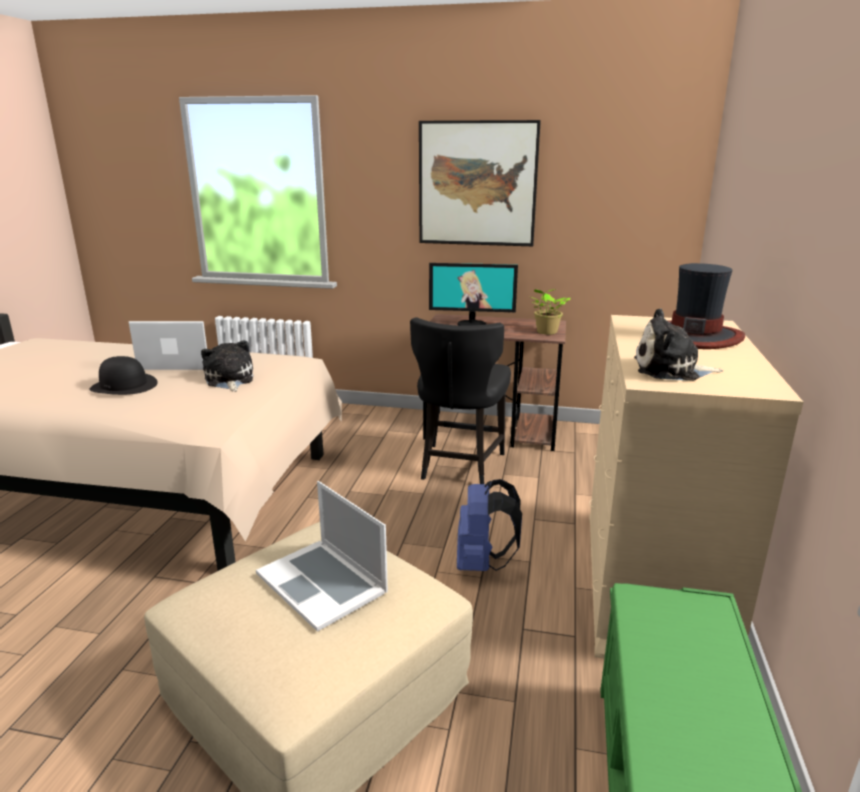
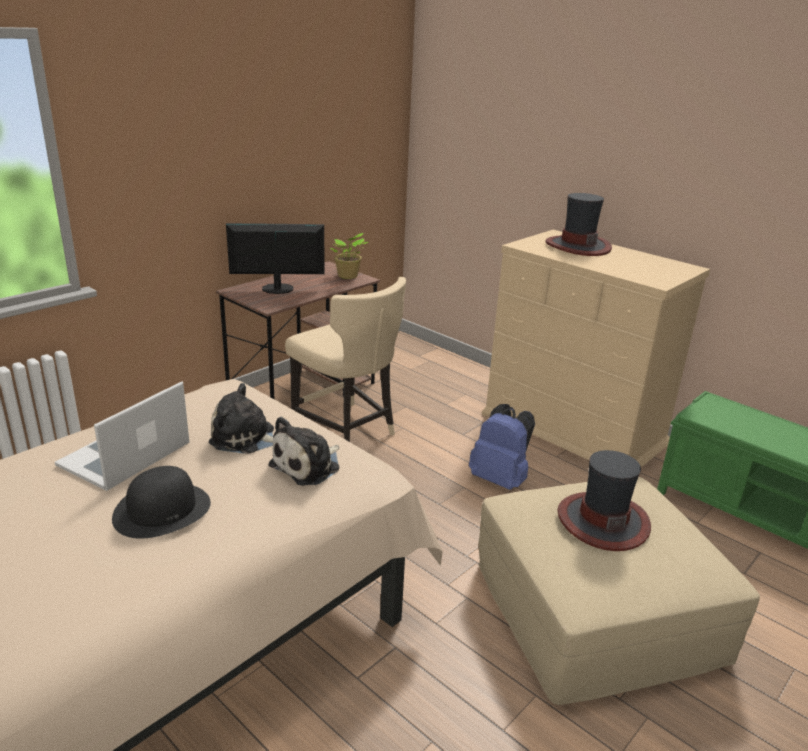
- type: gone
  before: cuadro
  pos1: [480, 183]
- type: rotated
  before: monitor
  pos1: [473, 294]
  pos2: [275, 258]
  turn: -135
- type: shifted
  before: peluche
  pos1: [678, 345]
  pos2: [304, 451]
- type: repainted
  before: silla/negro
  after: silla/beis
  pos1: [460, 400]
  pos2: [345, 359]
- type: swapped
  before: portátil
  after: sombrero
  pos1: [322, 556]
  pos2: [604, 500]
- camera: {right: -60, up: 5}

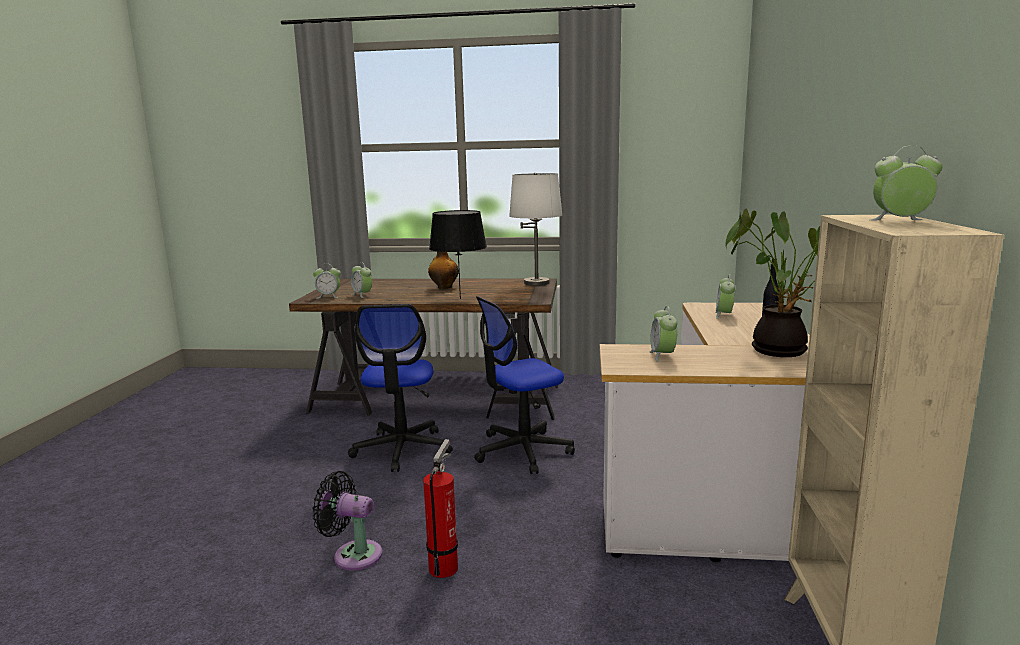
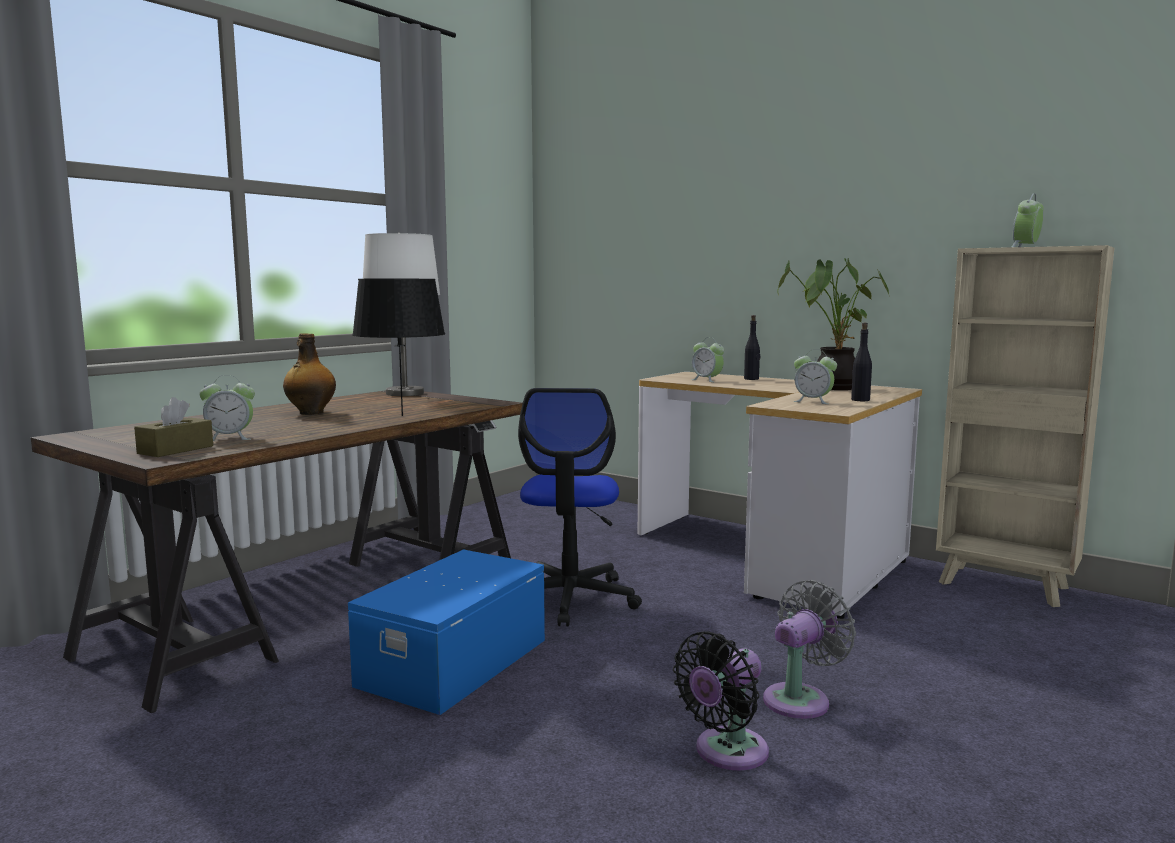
- type: swapped
  before: despertador
  after: caja de pañuelos/marrón
  pos1: [326, 283]
  pos2: [173, 427]
- type: swapped
  before: silla de oficina
  after: caja de almacenaje/azul
  pos1: [400, 388]
  pos2: [446, 632]
- type: swapped
  before: extintor
  after: ventilador/gris
  pos1: [440, 508]
  pos2: [809, 649]
- type: new
  after: botella/negro
  pos2: [861, 362]
- camera: {right: -60, up: -5}

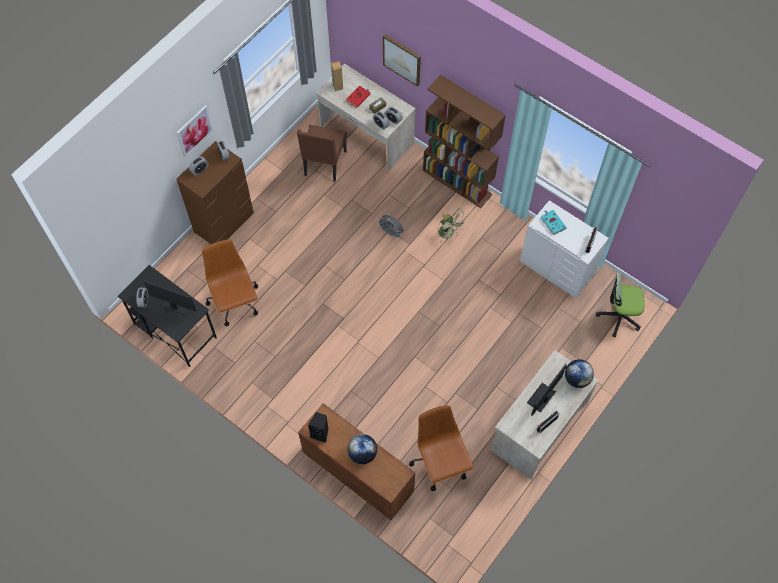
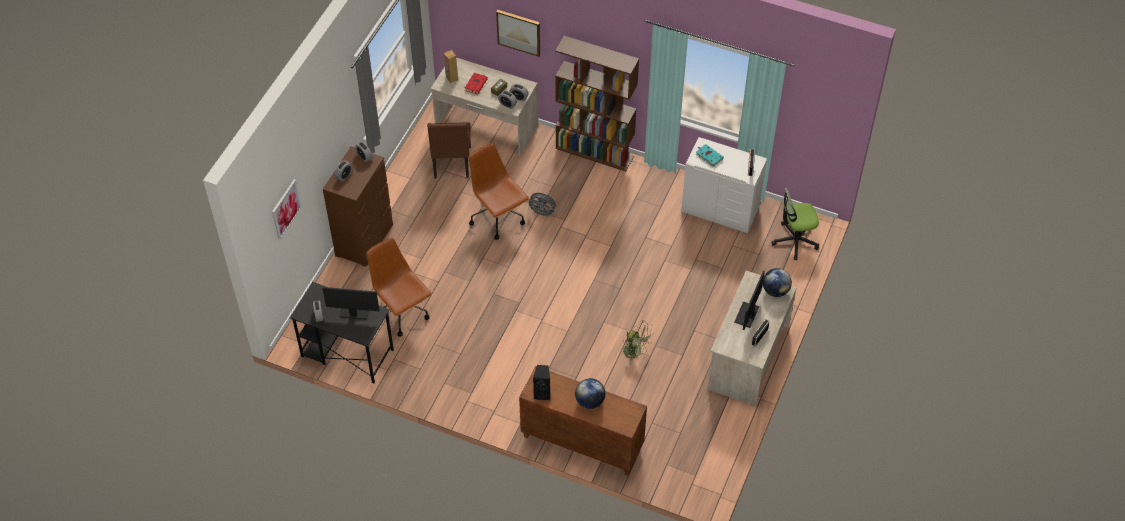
- type: shifted
  before: cuadro
  pos1: [195, 131]
  pos2: [287, 209]
- type: shifted
  before: ventilador/verde
  pos1: [452, 225]
  pos2: [638, 342]
- type: shifted
  before: silla de oficina/marrón
  pos1: [441, 448]
  pos2: [499, 191]
- camera: {right: -15, up: -10}

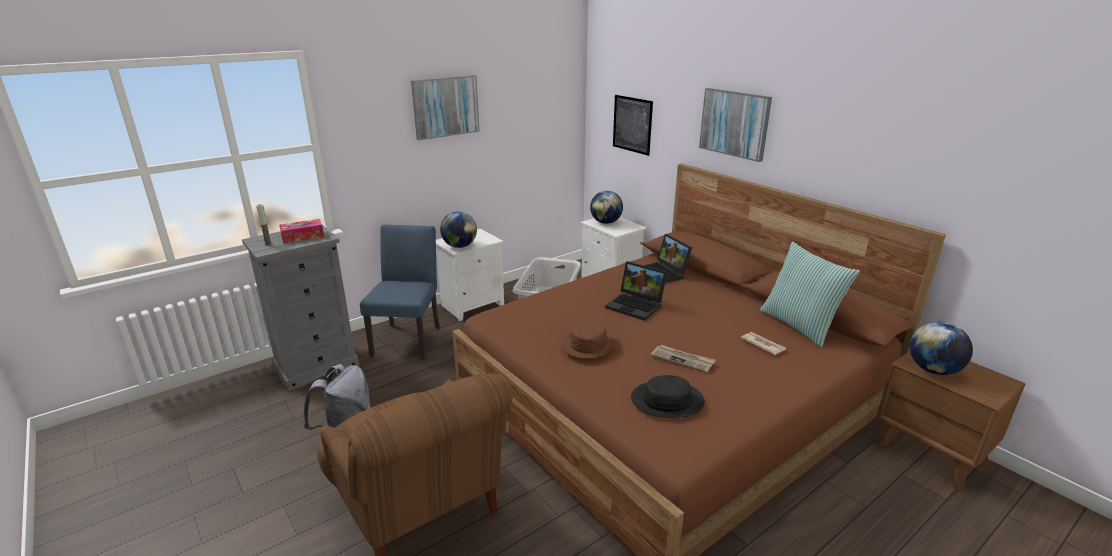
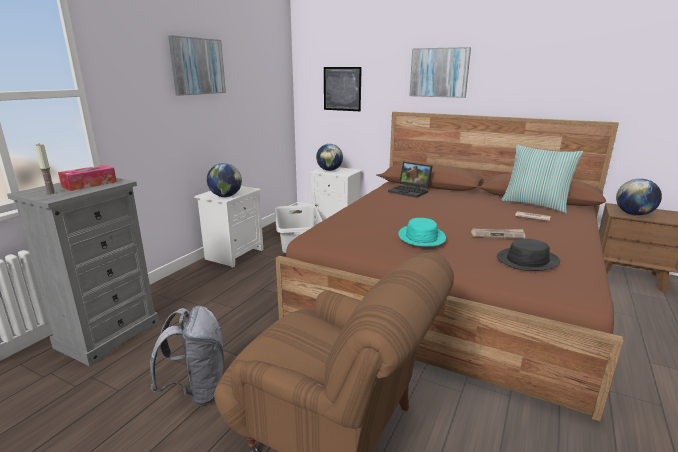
- type: gone
  before: silla/azul
  pos1: [400, 292]
- type: gone
  before: portátil
  pos1: [636, 291]
- type: repainted
  before: sombrero/marrón
  after: sombrero/turquesa
  pos1: [589, 340]
  pos2: [422, 232]
- camera: {right: -25, up: -5}

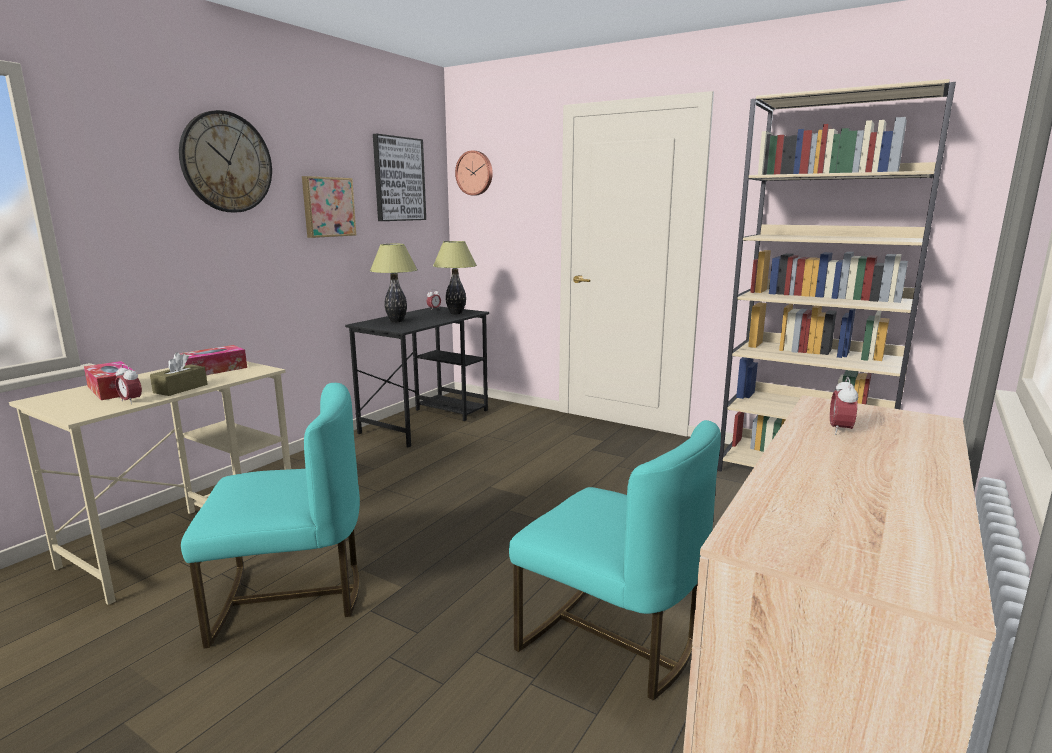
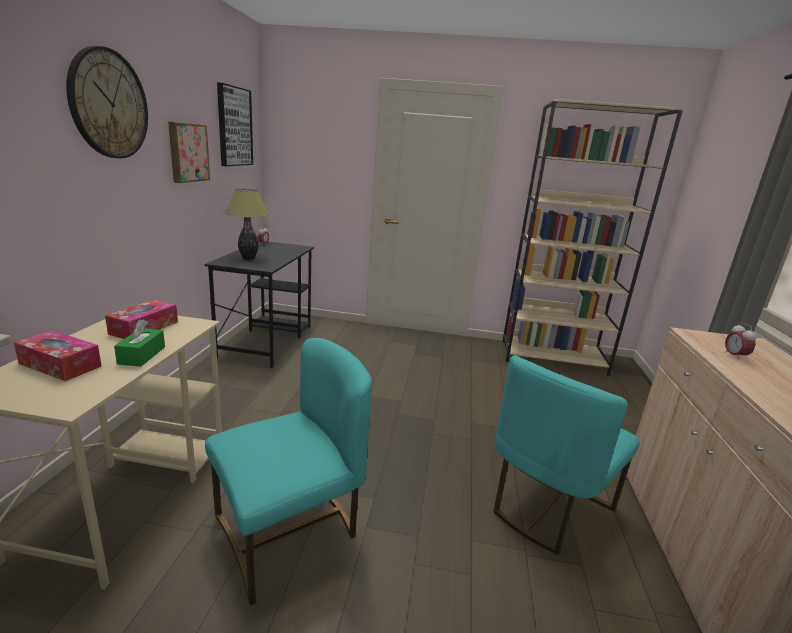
- type: gone
  before: reloj de pared
  pos1: [474, 172]
- type: gone
  before: lámpara de mesa
  pos1: [455, 277]
- type: repainted
  before: caja de pañuelos/marrón
  after: caja de pañuelos/verde
  pos1: [178, 374]
  pos2: [139, 343]
- type: gone
  before: despertador
  pos1: [128, 384]
- type: rotated
  before: silla/turquesa
  pos1: [615, 560]
  pos2: [566, 455]
  turn: 120
- camera: {right: -25, up: 5}

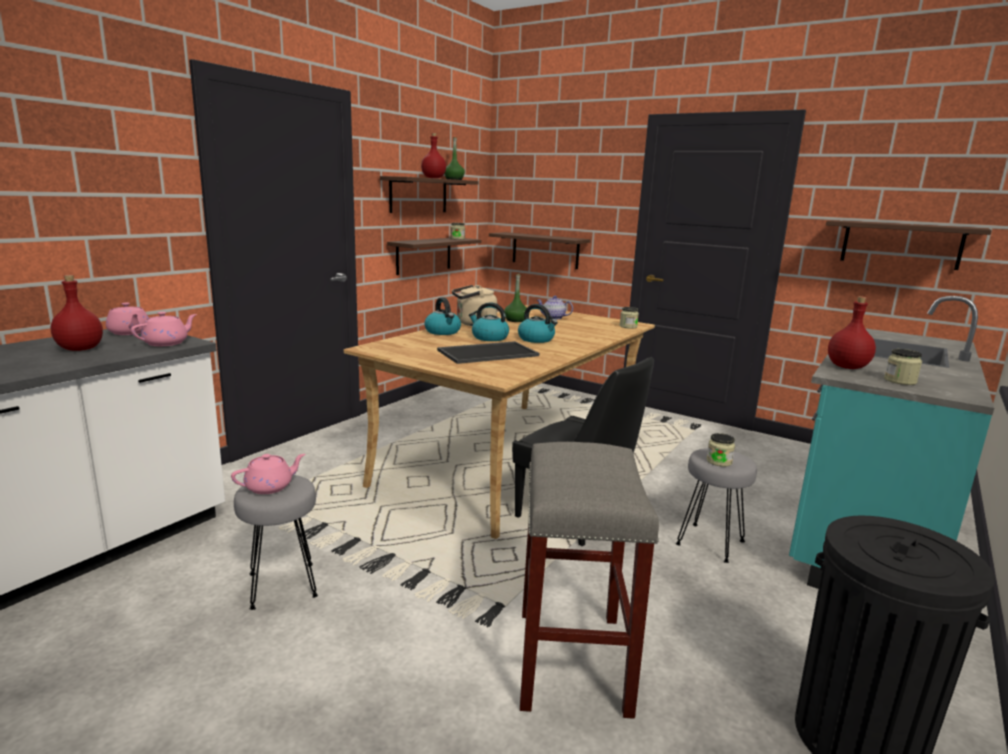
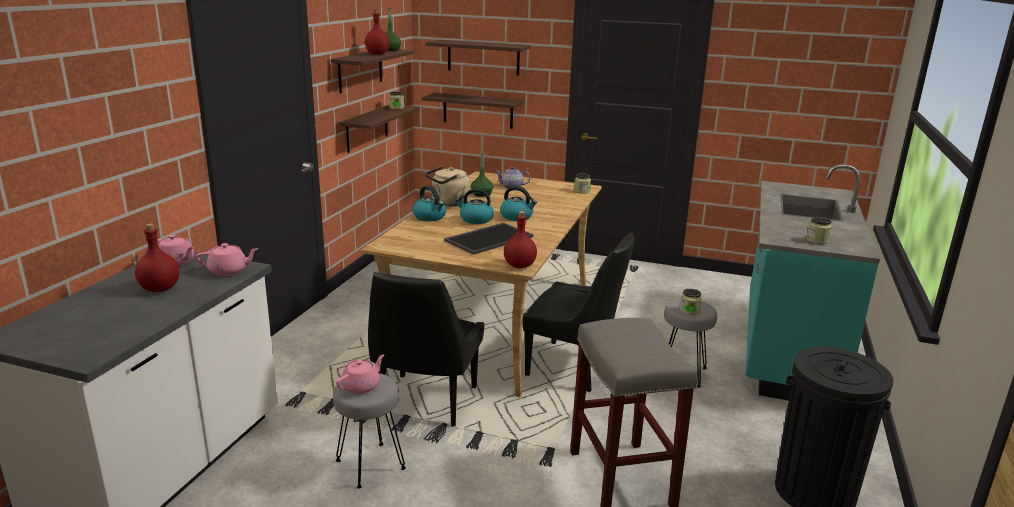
- type: shifted
  before: estante
  pos1: [909, 245]
  pos2: [478, 58]
- type: shifted
  before: botella/rojo
  pos1: [852, 332]
  pos2: [520, 239]
- type: rotated
  before: tetera/rosa
  pos1: [164, 329]
  pos2: [227, 259]
  turn: 60
- type: new
  after: silla/negro
  pos2: [426, 349]
- camera: {right: -15, up: 5}

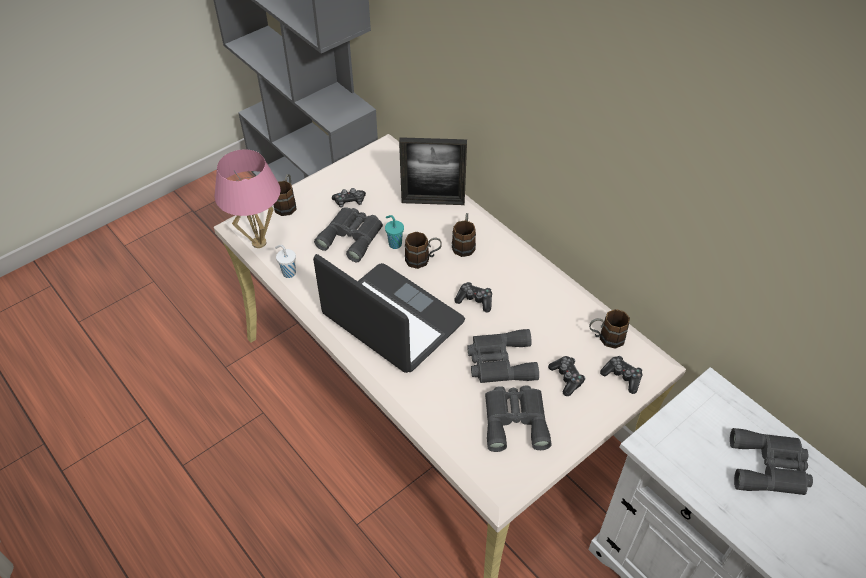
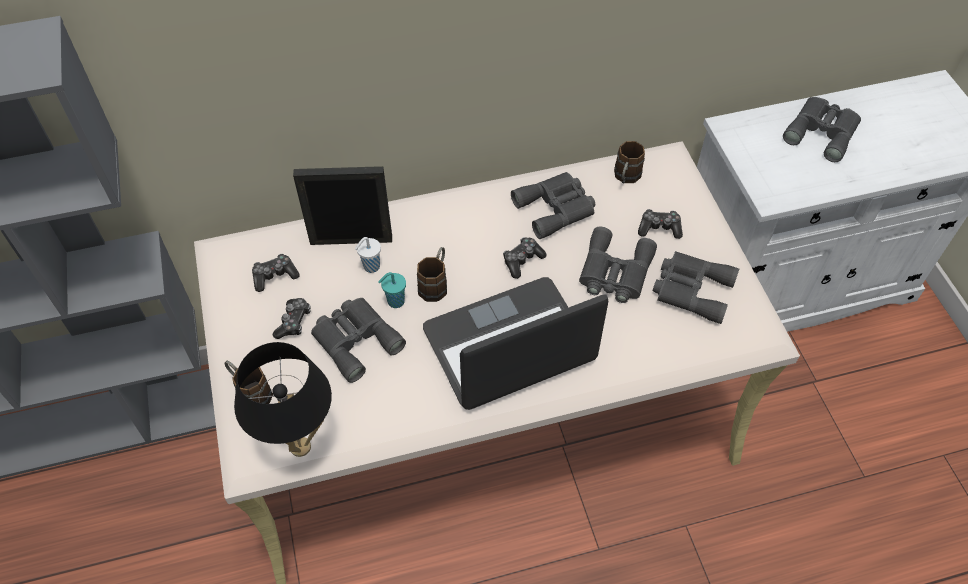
- type: rotated
  before: portarretratos
  pos1: [433, 171]
  pos2: [342, 205]
  turn: -120
- type: repainted
  before: lámpara de mesa/rosa
  after: lámpara de mesa/negro
  pos1: [248, 198]
  pos2: [283, 399]
- type: gone
  before: taza grande/marrón
  pos1: [464, 235]
- type: shifted
  before: taza/blanco
  pos1: [285, 261]
  pos2: [368, 255]
- type: shifted
  before: mando de consola
  pos1: [621, 375]
  pos2: [276, 273]
- type: new
  after: prismáticos/gris
  pos2: [553, 205]
- camera: {right: -65, up: 5}

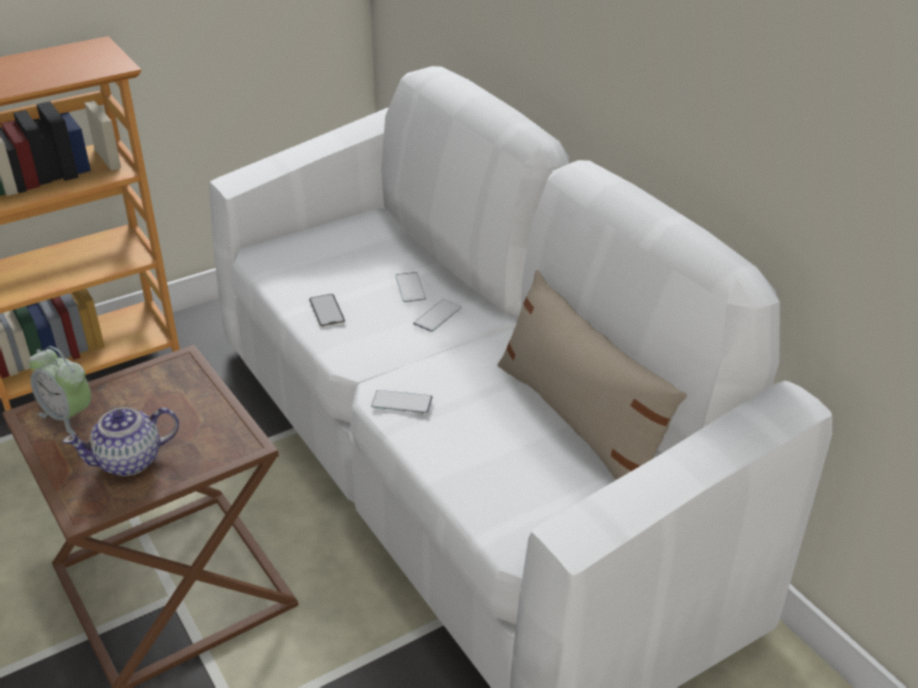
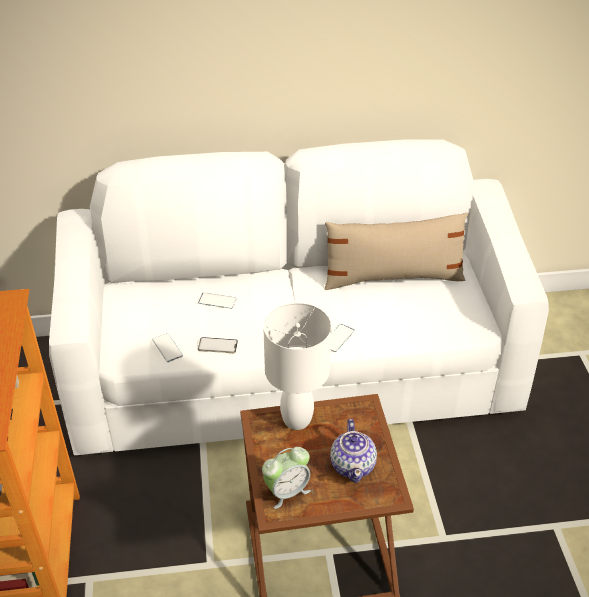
- type: shifted
  before: móvil
  pos1: [437, 315]
  pos2: [167, 347]
- type: new
  after: lámpara de mesa/blanco
  pos2: [297, 366]
- camera: {right: -65, up: 5}

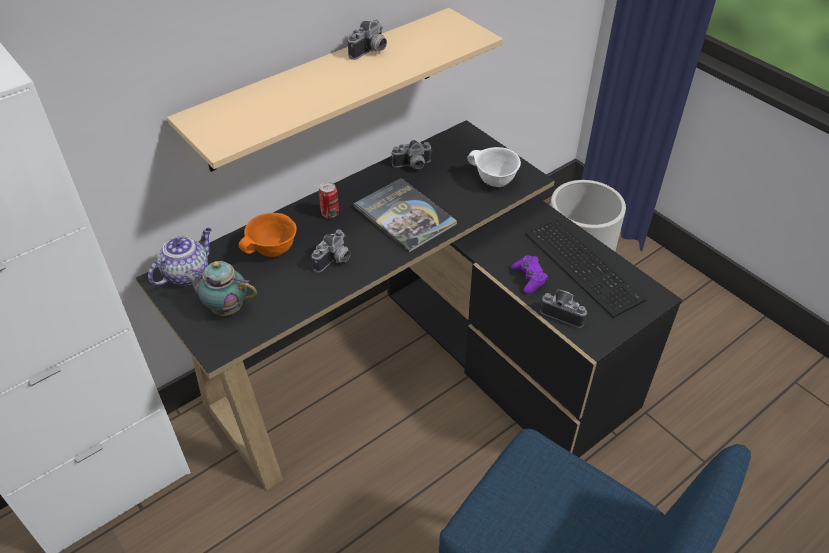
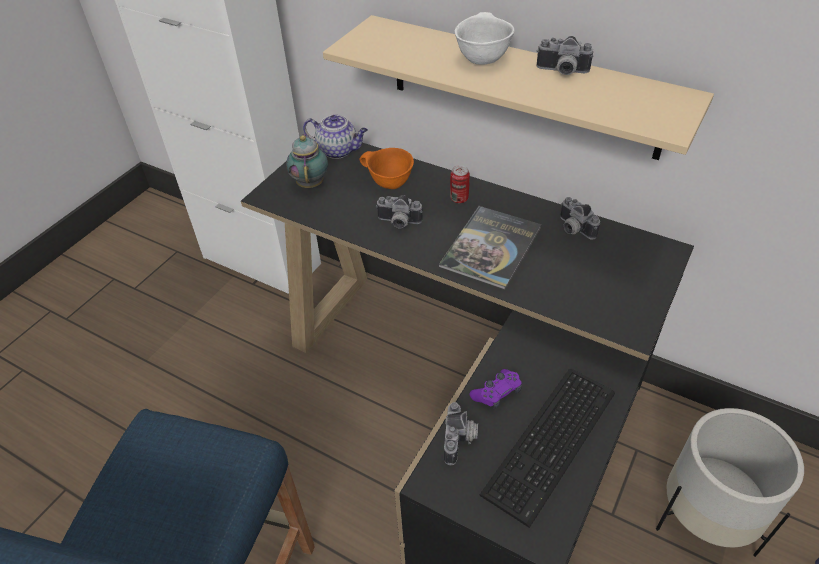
- type: shifted
  before: cuenco/blanco
  pos1: [494, 167]
  pos2: [485, 38]
- camera: {right: 70, up: 0}

